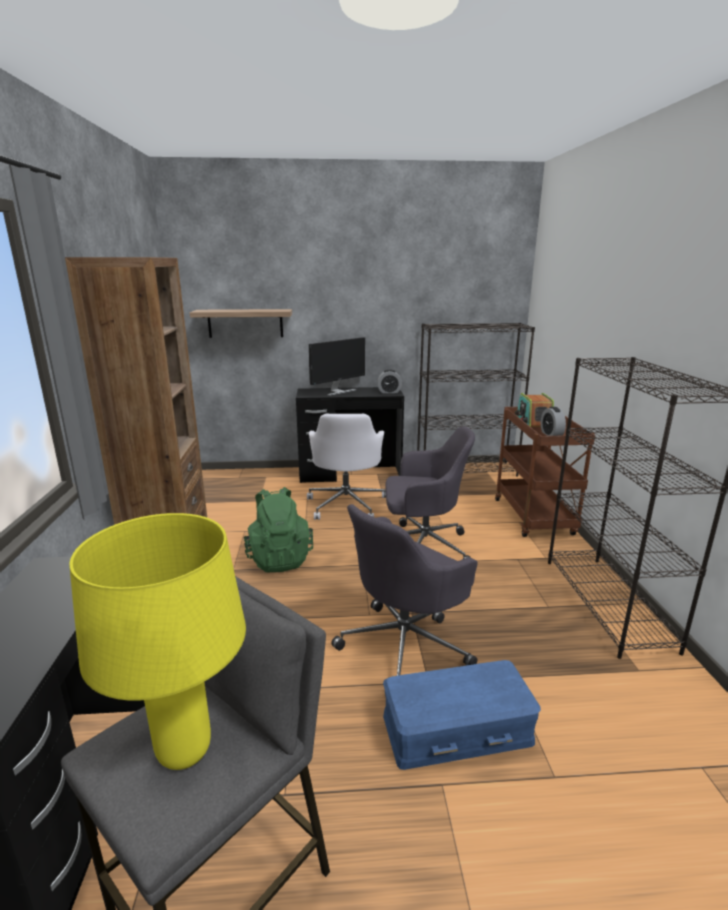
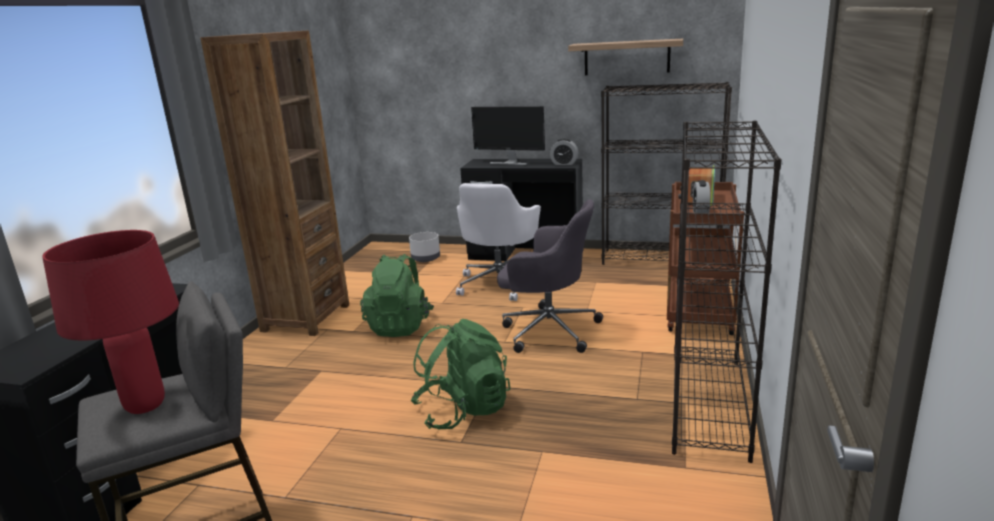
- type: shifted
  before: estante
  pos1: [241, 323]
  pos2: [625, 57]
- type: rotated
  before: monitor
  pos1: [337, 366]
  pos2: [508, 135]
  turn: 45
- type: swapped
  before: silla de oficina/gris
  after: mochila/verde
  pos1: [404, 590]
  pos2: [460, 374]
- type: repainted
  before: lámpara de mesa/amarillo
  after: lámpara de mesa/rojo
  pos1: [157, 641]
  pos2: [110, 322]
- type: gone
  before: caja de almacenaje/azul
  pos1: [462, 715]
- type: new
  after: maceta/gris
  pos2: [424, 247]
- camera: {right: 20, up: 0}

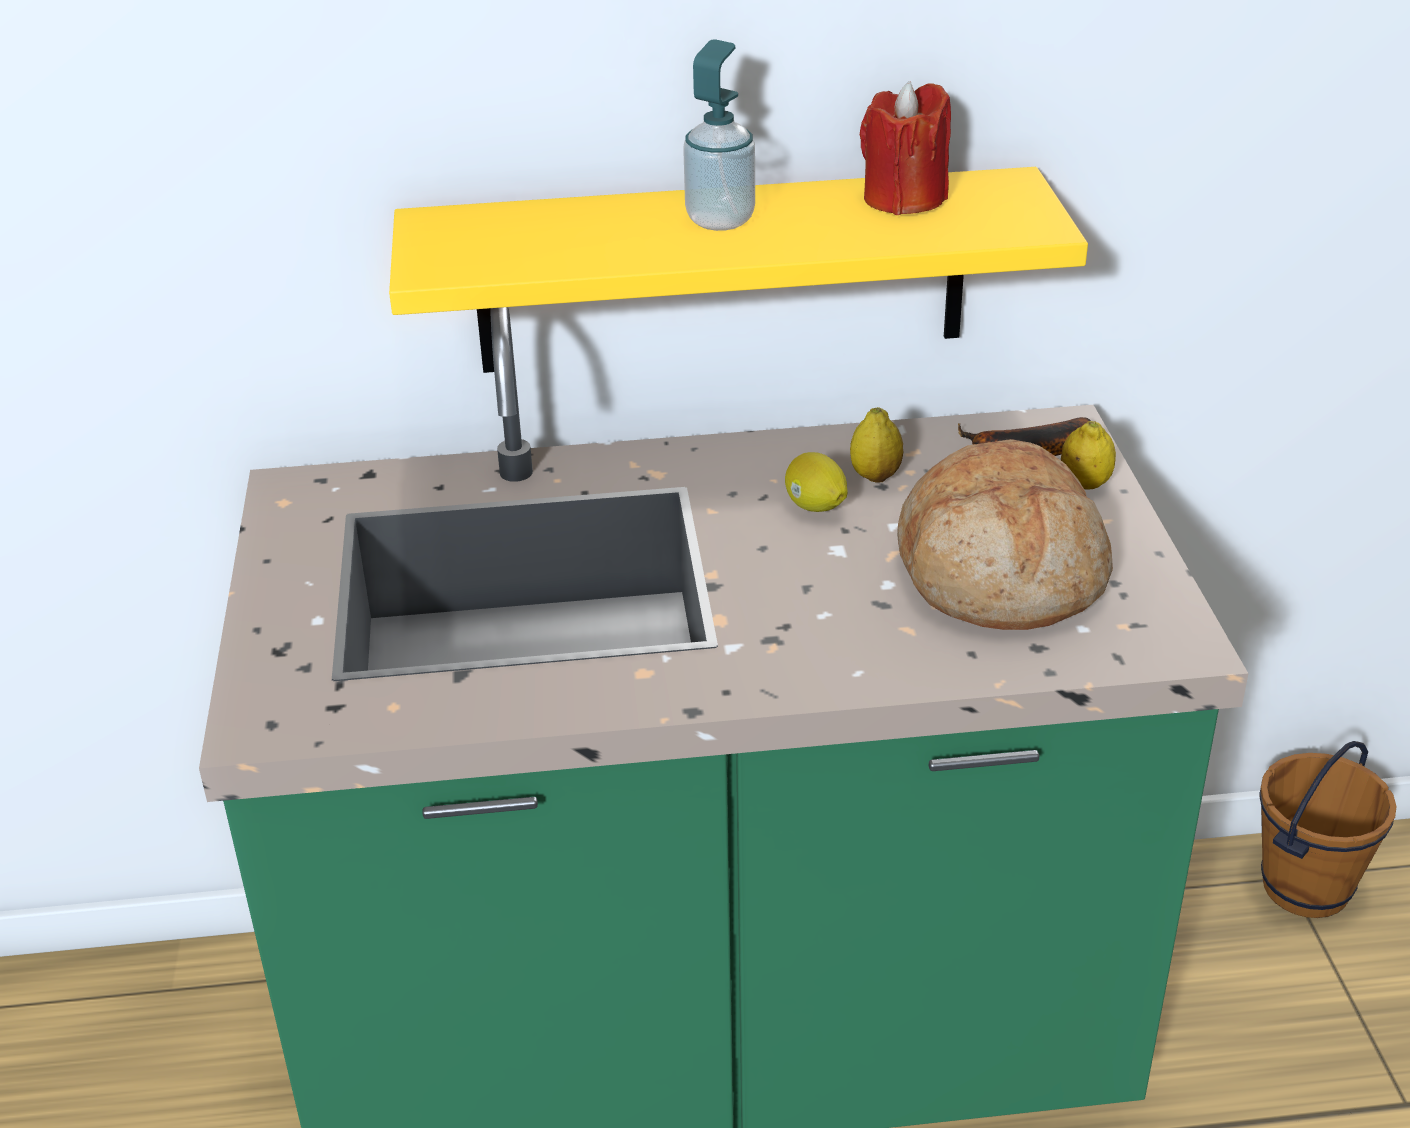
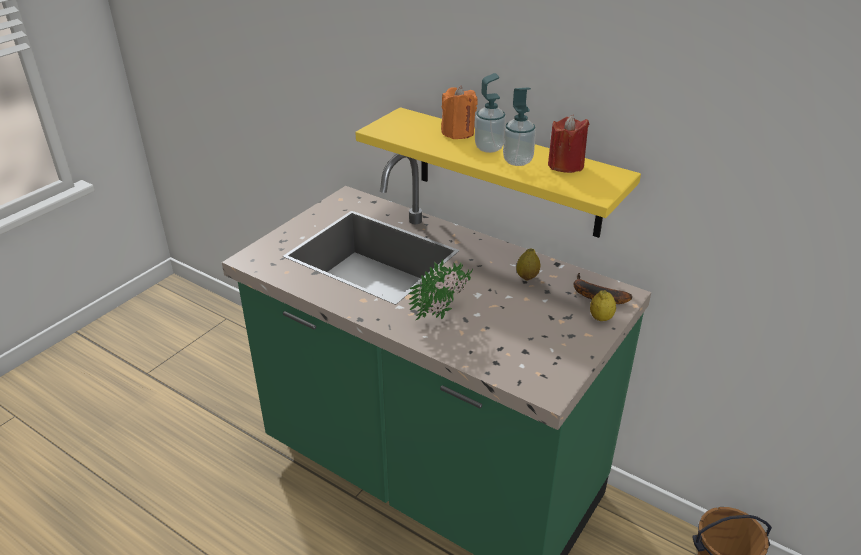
- type: gone
  before: pan
  pos1: [1005, 534]
- type: gone
  before: limón
  pos1: [816, 482]
- type: new
  after: vela/naranja
  pos2: [459, 112]
- type: new
  after: dispensador de jabón
  pos2: [519, 126]
- type: new
  after: planta en maceta
  pos2: [441, 289]
- camera: {right: 40, up: 0}

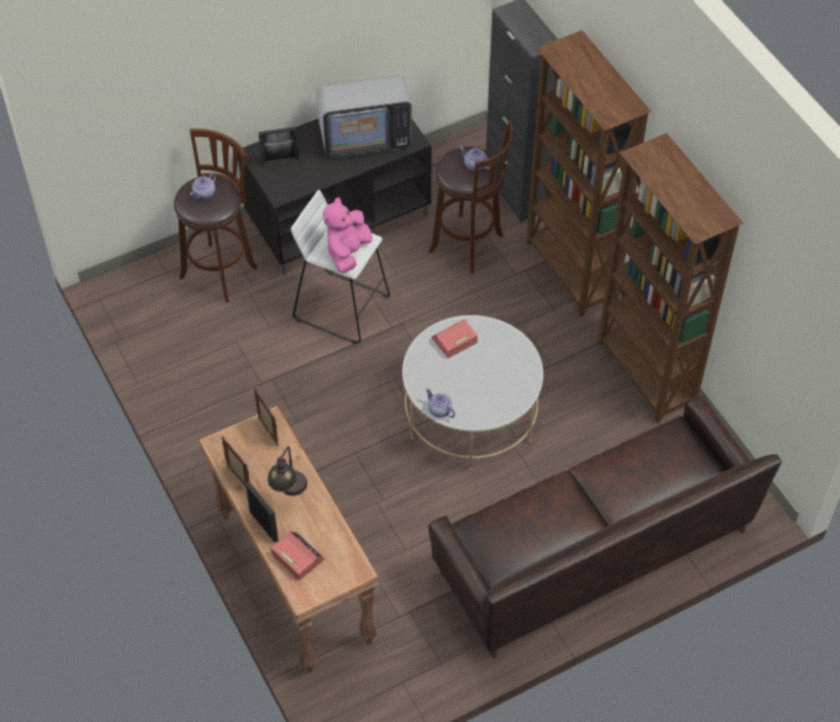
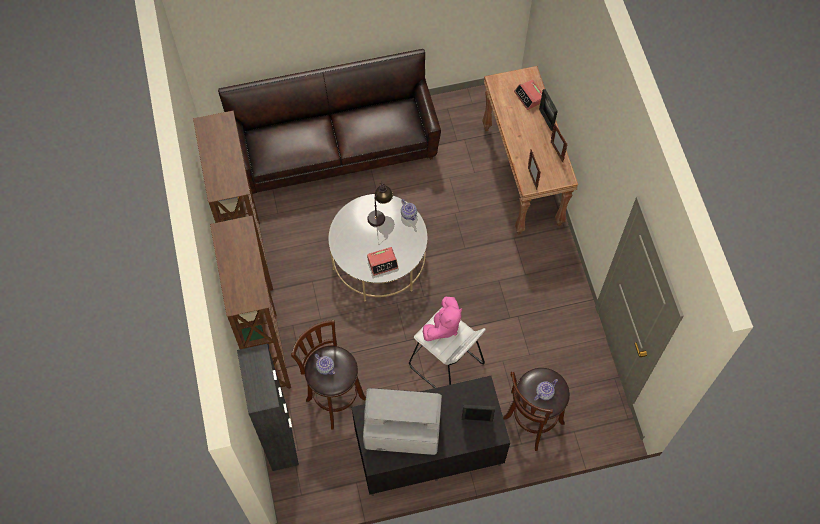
- type: shifted
  before: lámpara de mesa
  pos1: [287, 471]
  pos2: [380, 204]
- camera: {right: -165, up: 10}

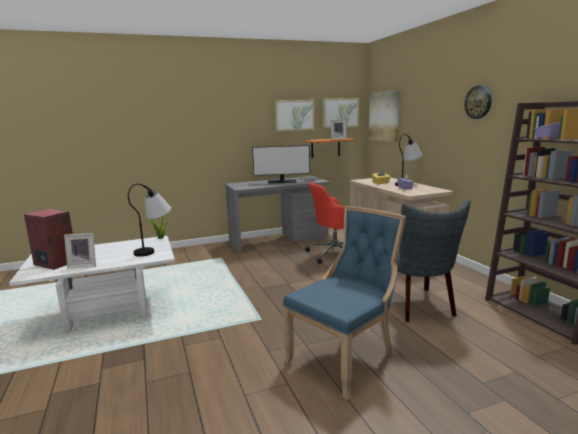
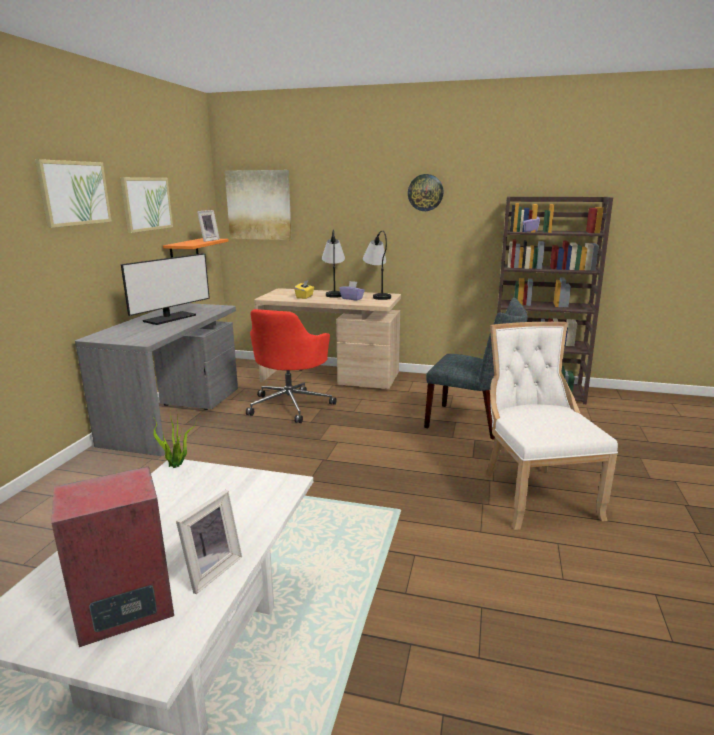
- type: shifted
  before: cuadro
  pos1: [341, 113]
  pos2: [73, 193]
- type: shifted
  before: lámpara de mesa
  pos1: [149, 220]
  pos2: [377, 265]
- type: repainted
  before: silla/azul
  after: silla/blanco
  pos1: [344, 303]
  pos2: [552, 426]
- camera: {right: -55, up: 5}

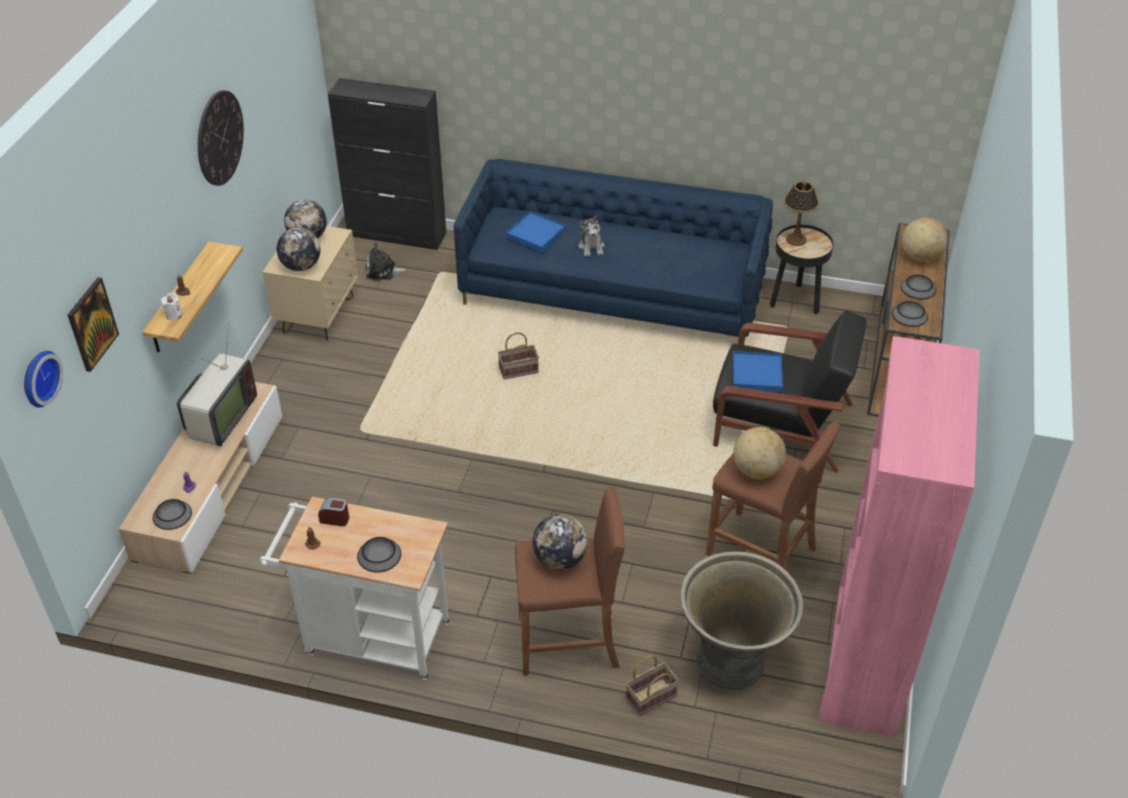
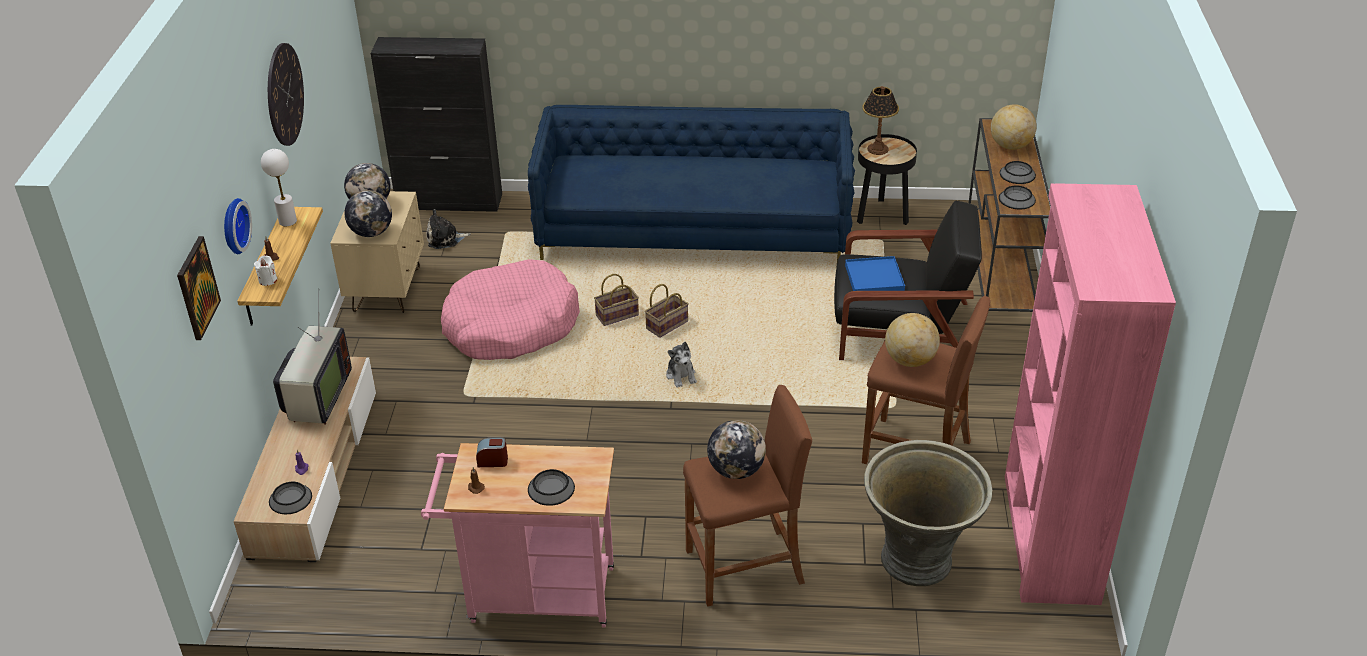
- type: gone
  before: bandeja/azul
  pos1: [536, 231]
- type: shifted
  before: peluche
  pos1: [591, 236]
  pos2: [681, 365]
- type: shifted
  before: reloj de pared
  pos1: [43, 379]
  pos2: [238, 226]
- type: repainted
  before: carrito/blanco
  after: carrito/rosa
  pos1: [354, 588]
  pos2: [517, 535]
- type: shifted
  before: cesta
  pos1: [652, 686]
  pos2: [667, 311]
- type: new
  after: lámpara de mesa/blanco
  pos2: [279, 187]
- type: new
  after: cama para perro/rosa
  pos2: [510, 309]
- camera: {right: -10, up: -5}

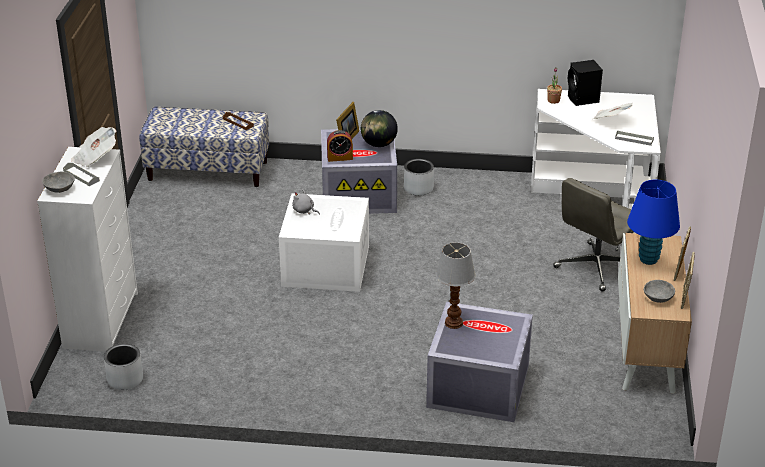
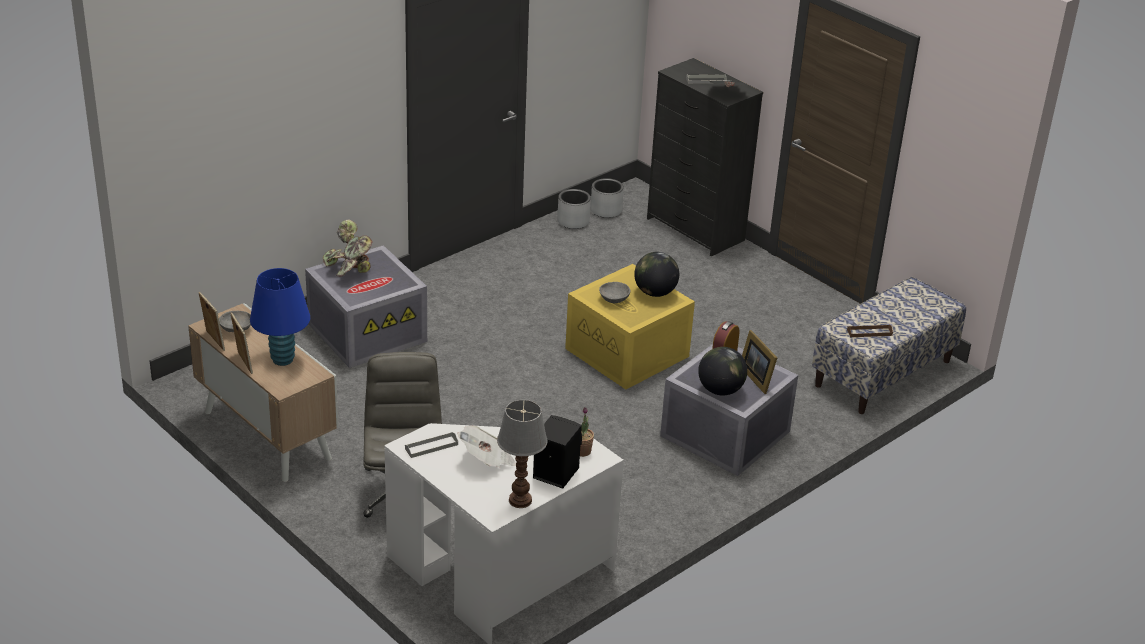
- type: repainted
  before: cómoda/blanco
  after: cómoda/negro
  pos1: [87, 249]
  pos2: [705, 157]
- type: shifted
  before: maceta/gris
  pos1: [419, 177]
  pos2: [574, 209]
- type: shifted
  before: cuenco/gris
  pos1: [58, 182]
  pos2: [614, 293]
- type: swapped
  before: peluche/gris
  after: globo terráqueo
  pos1: [306, 202]
  pos2: [656, 274]
- type: repainted
  before: caja de almacenaje/blanco
  after: caja de almacenaje/amarillo
  pos1: [324, 242]
  pos2: [630, 326]
- type: shifted
  before: lámpara de mesa
  pos1: [455, 285]
  pos2: [522, 454]
- type: new
  after: planta en maceta
  pos2: [348, 248]
- camera: {right: 130, up: 0}

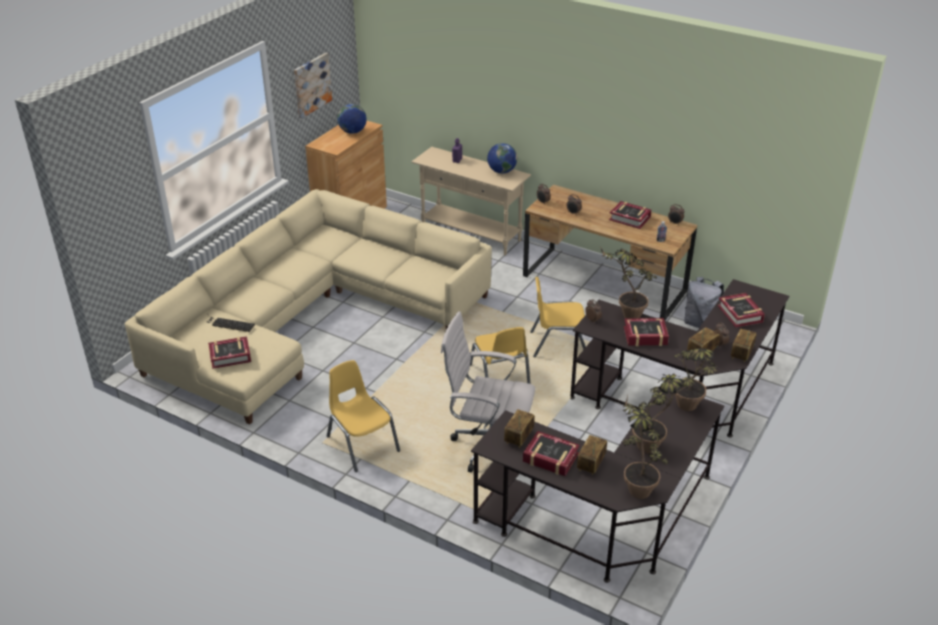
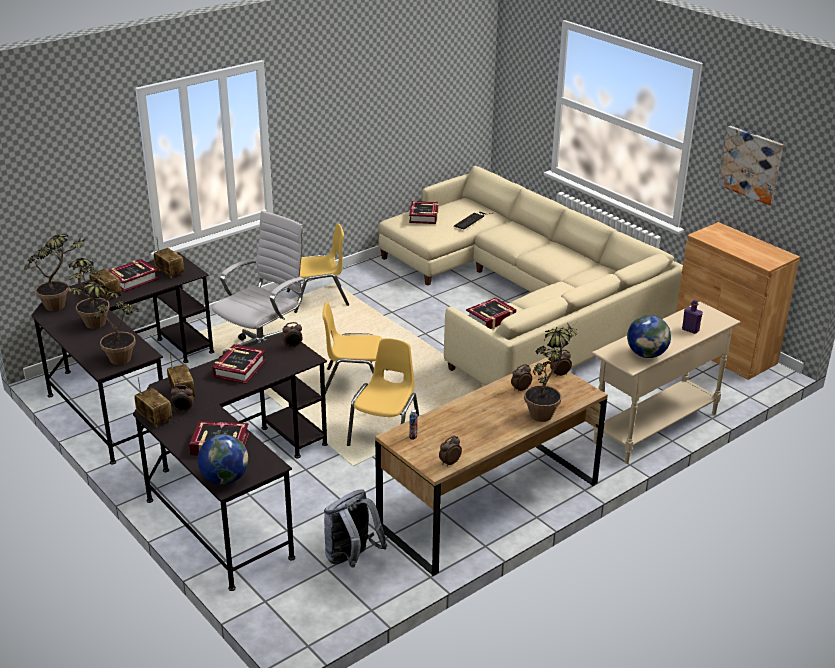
- type: shifted
  before: globo terráqueo
  pos1: [352, 119]
  pos2: [223, 459]
- type: shifted
  before: libro
  pos1: [630, 215]
  pos2: [491, 313]
- type: shifted
  before: planta en maceta
  pos1: [628, 283]
  pos2: [552, 371]
- camera: {right: 110, up: -5}

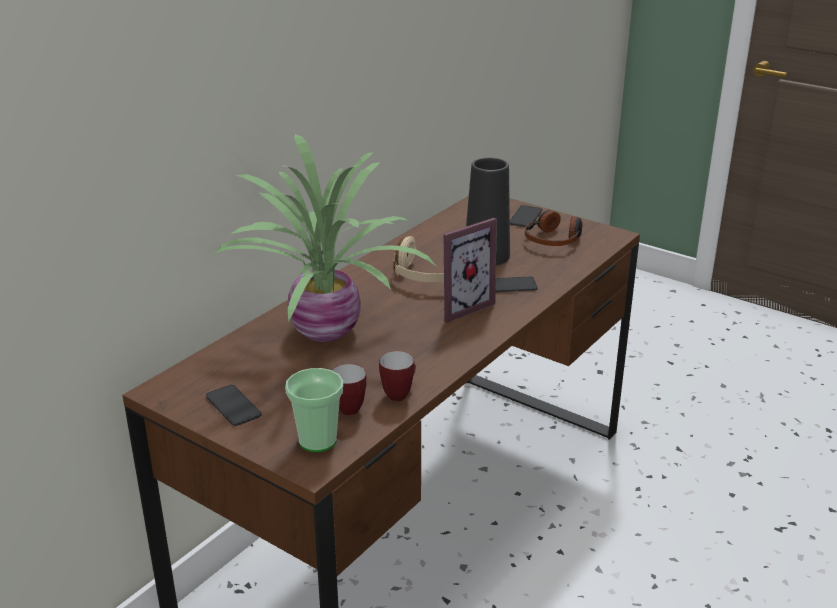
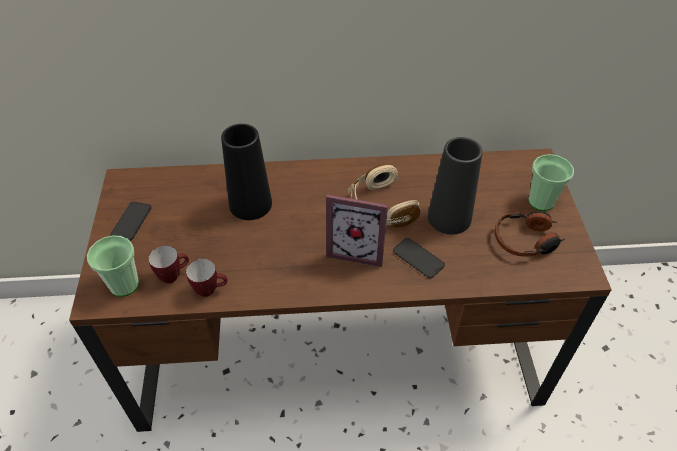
- type: swapped
  before: planta en maceta
  after: florero/negro
  pos1: [323, 238]
  pos2: [246, 172]
- type: swapped
  before: móvil
  after: taza
  pos1: [526, 216]
  pos2: [551, 182]
- camera: {right: 50, up: 20}

